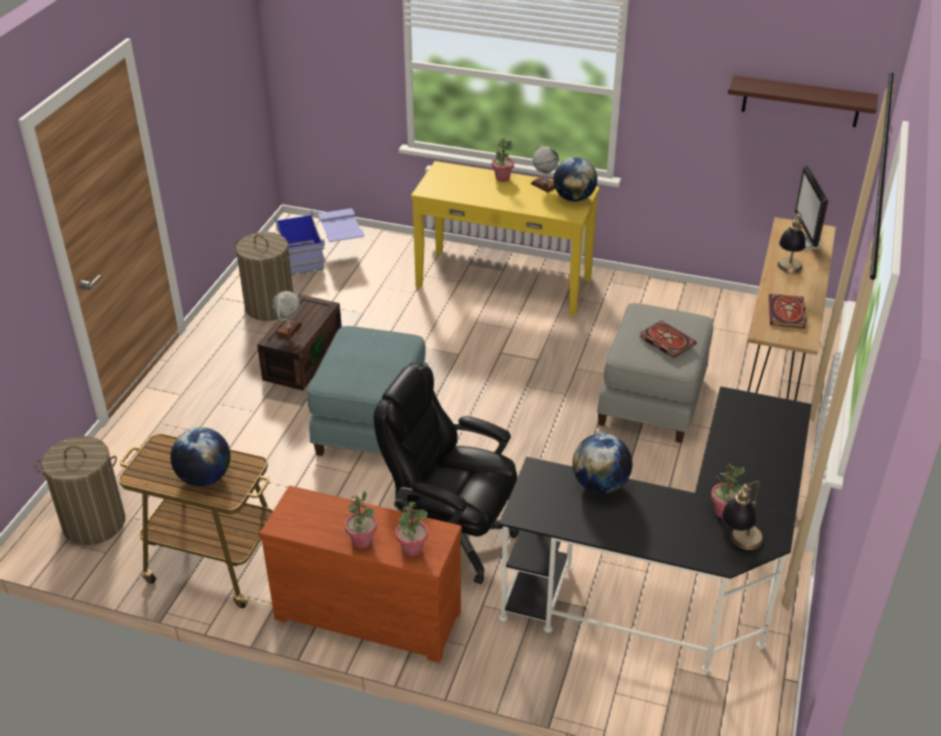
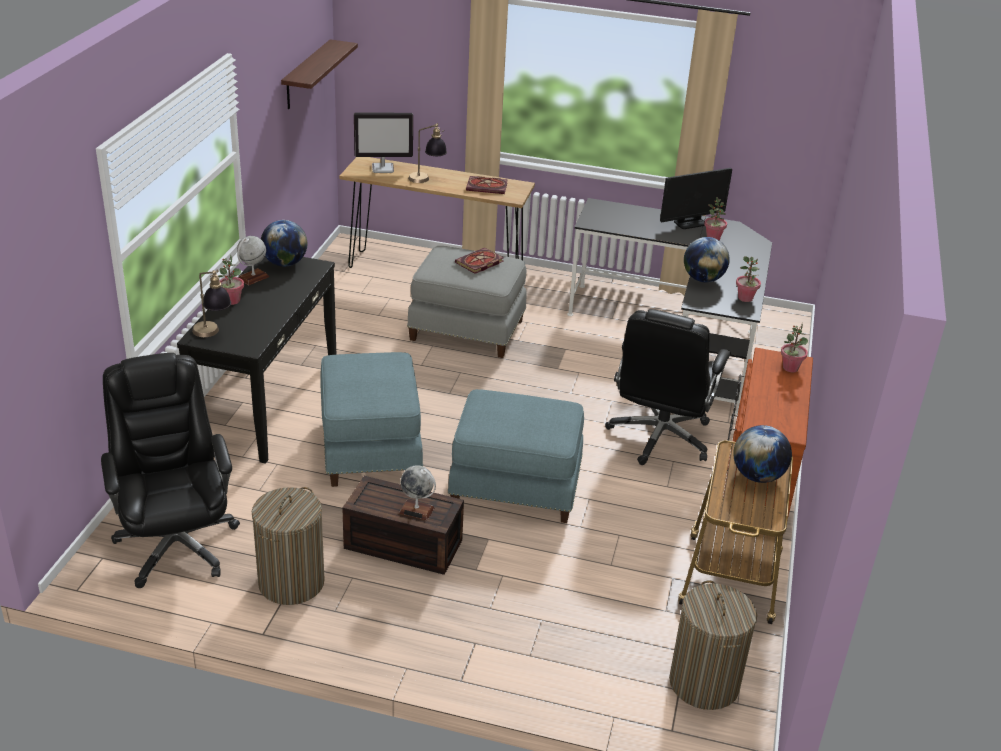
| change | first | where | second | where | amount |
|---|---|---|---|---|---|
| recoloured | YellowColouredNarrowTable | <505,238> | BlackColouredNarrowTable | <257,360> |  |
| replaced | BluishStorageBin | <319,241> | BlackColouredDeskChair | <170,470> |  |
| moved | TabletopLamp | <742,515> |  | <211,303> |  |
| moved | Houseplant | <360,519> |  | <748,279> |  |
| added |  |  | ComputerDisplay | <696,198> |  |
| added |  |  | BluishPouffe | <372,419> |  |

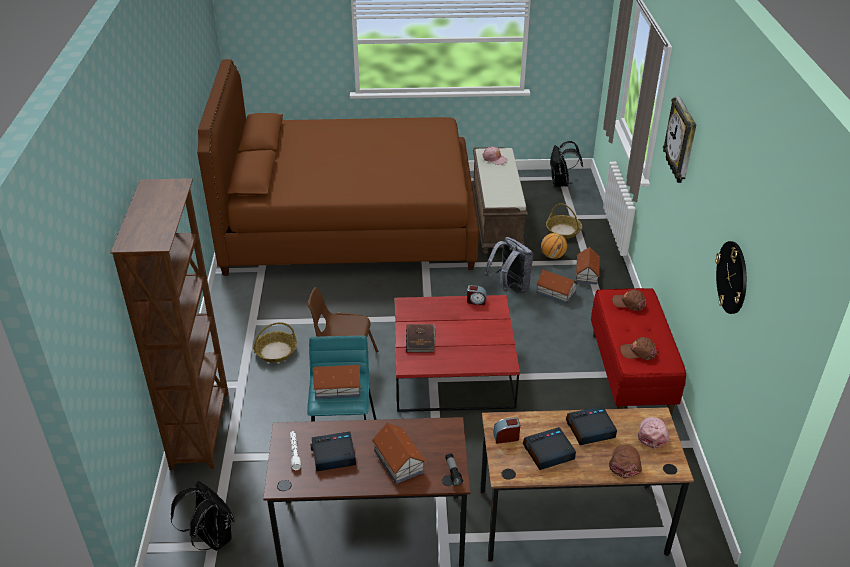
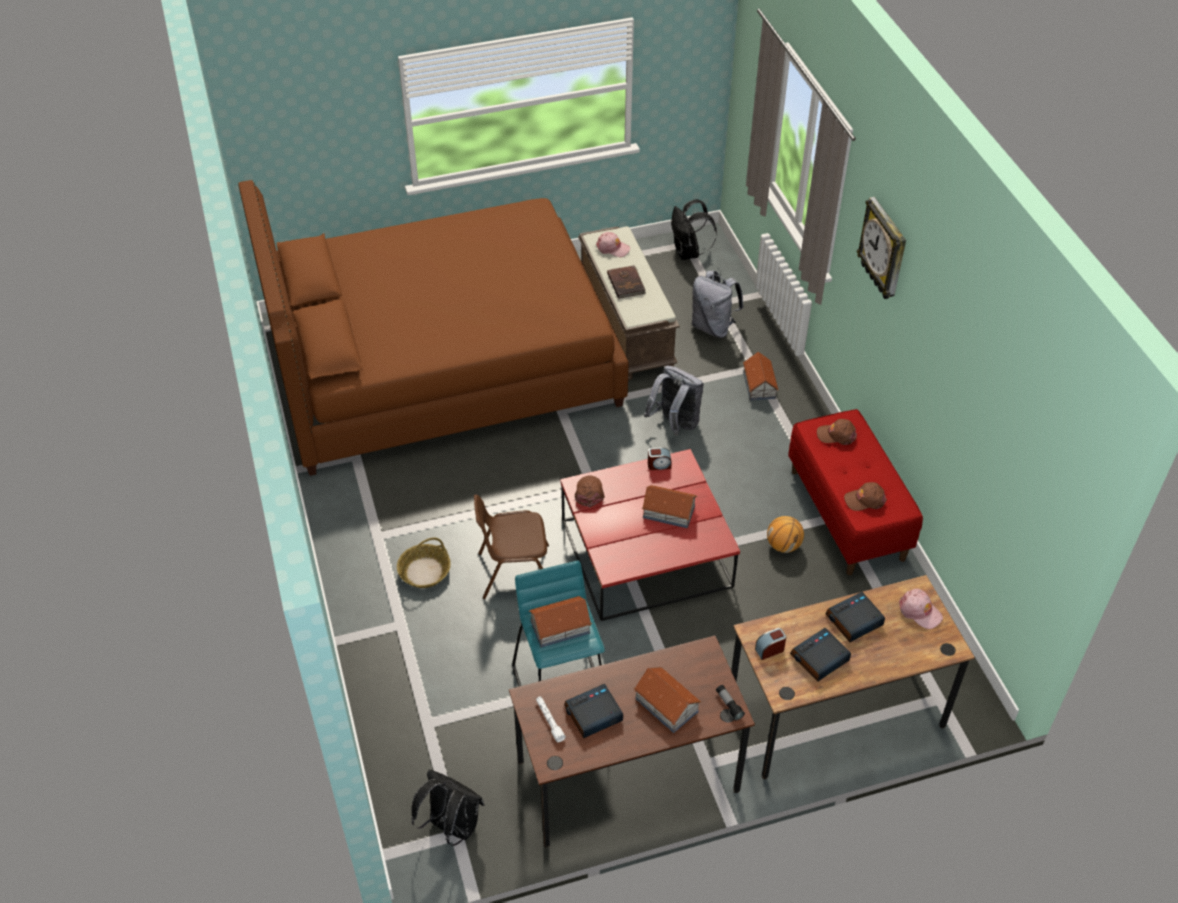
| change | first | where | second | where | amount |
|---|---|---|---|---|---|
| removed | BrownishShelvingUnit | <169,324> |  |  |  |
| replaced | HouseholdBasket | <564,221> | GreyRucksack | <718,304> |  |
| moved | BasketballBall | <554,246> |  | <785,534> |  |
| removed | HangingClock | <731,277> |  |  |  |
| moved | MiniatureHouse | <557,287> |  | <669,506> |  |
| moved | BrownishBoundBook | <421,338> |  | <626,282> |  |
| turned | PinkColouredBaseballCap | <654,433> |  | <921,608> | 135 degrees clockwise |
| moved | BrownishBaseballCap | <625,462> |  | <590,491> |  |

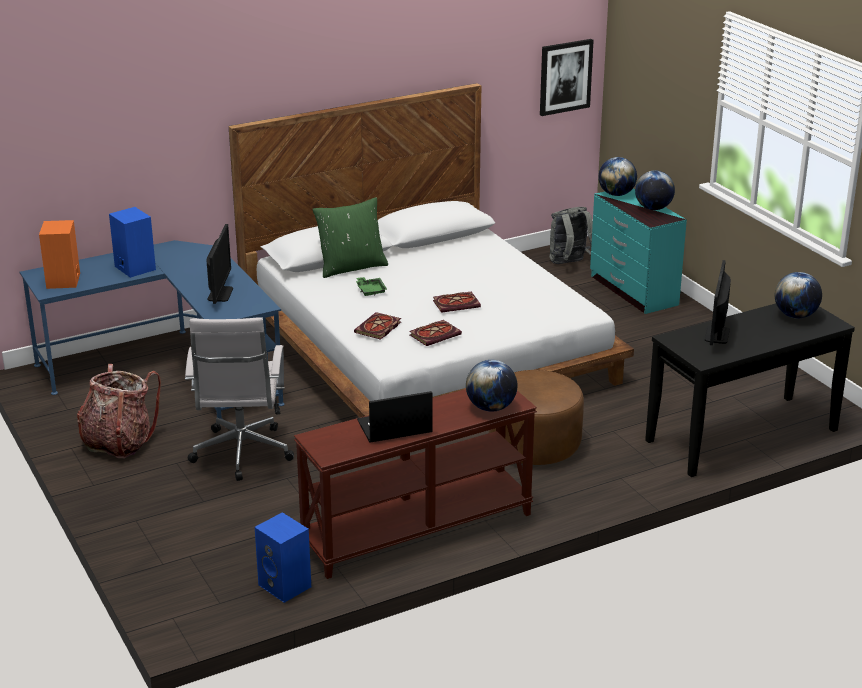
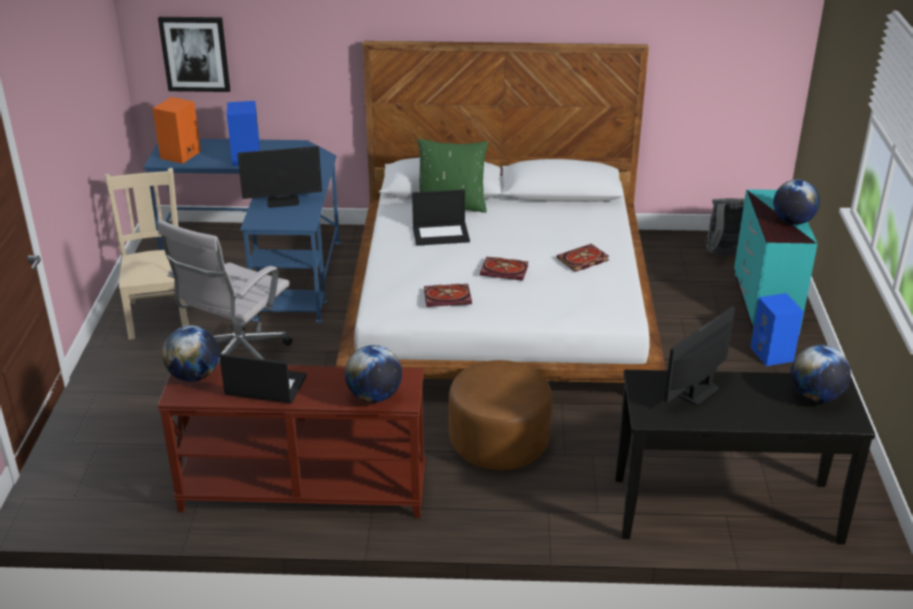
| change | first | where | second | where | amount |
|---|---|---|---|---|---|
| moved | WallArt | <567,77> |  | <194,54> |  |
| moved | WorldGlobe | <617,176> |  | <191,354> |  |
| turned | ComputerDisplay | <219,264> |  | <279,177> | 45 degrees clockwise |
| replaced | GreenColouredCarryingTray | <371,286> | Laptop | <441,218> |  |
| moved | BoundBook | <377,326> |  | <583,258> |  |
| replaced | Rucksack | <119,411> | SandColouredUprightChair | <146,254> |  |
| moved | BluishLoudspeaker | <283,557> |  | <777,329> |  |

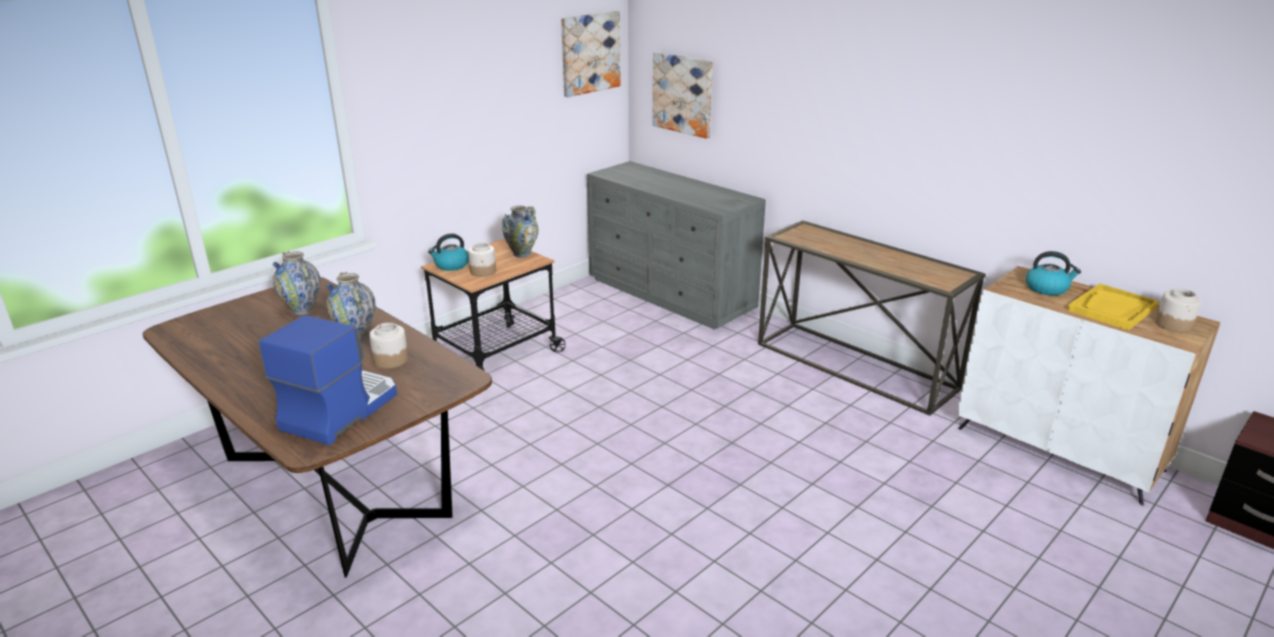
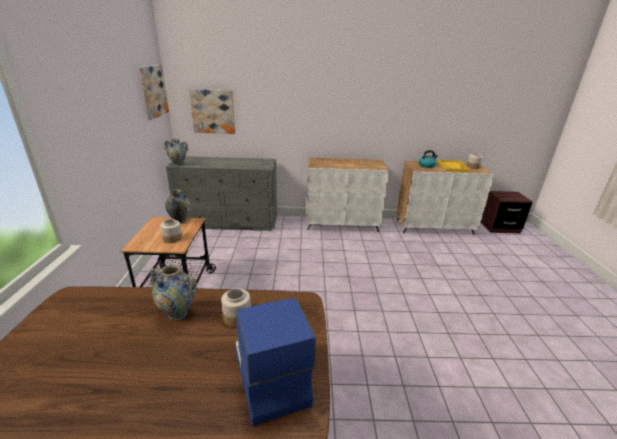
| change | first | where | second | where | amount |
|---|---|---|---|---|---|
| replaced | NarrowTable | <872,318> | WhiteCabinet | <348,195> |  |
| removed | Kettle | <448,252> |  |  |  |
| moved | DecorativeVase | <296,283> |  | <176,152> |  |

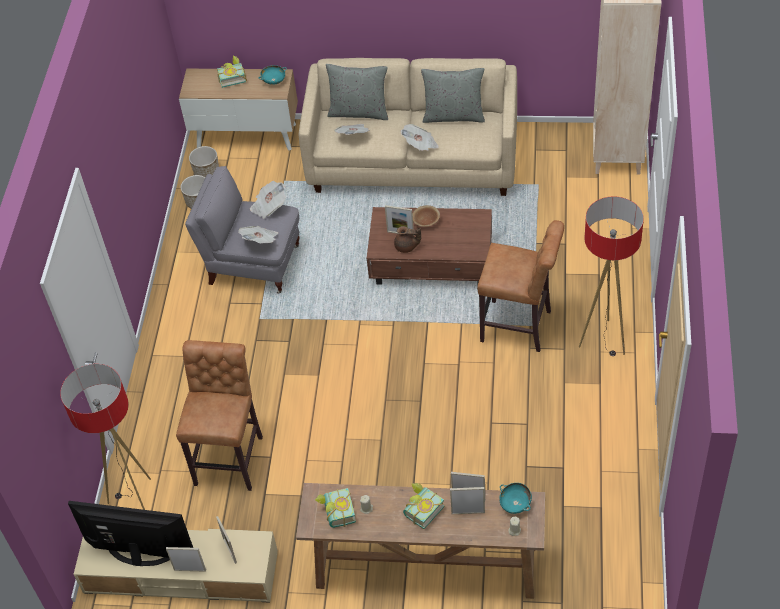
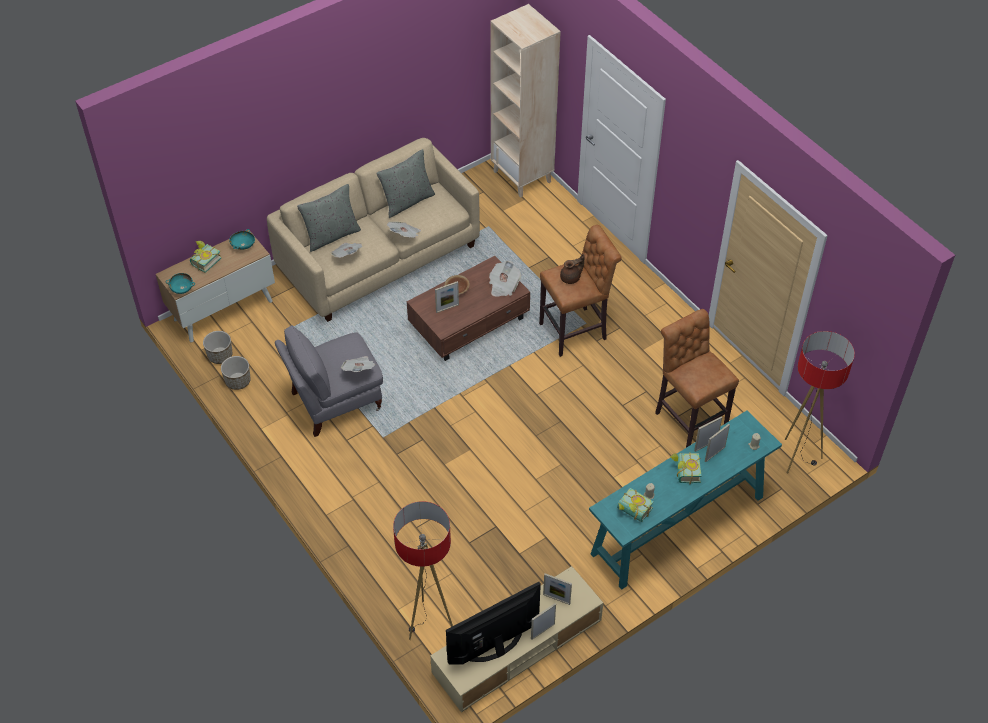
| change | first | where | second | where | amount |
|---|---|---|---|---|---|
| moved | DailyPaper | <268,200> |  | <505,279> |  |
| moved | StandardLamp | <611,276> |  | <820,402> |  |
| moved | BrownishTeapot | <407,239> |  | <572,269> |  |
| moved | BrownishSittingStool | <219,415> |  | <697,378> |  |
| recoloured | BrownishNarrowTable | <420,541> | BlueGreenNarrowTable | <685,500> |  |
| moved | BlueGreenDeepDish | <515,498> |  | <180,283> |  |

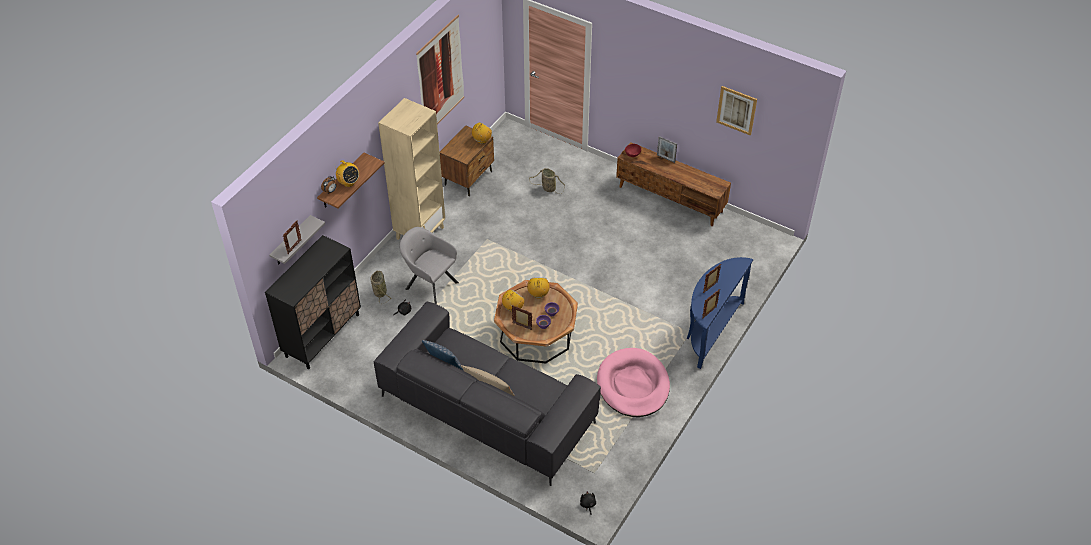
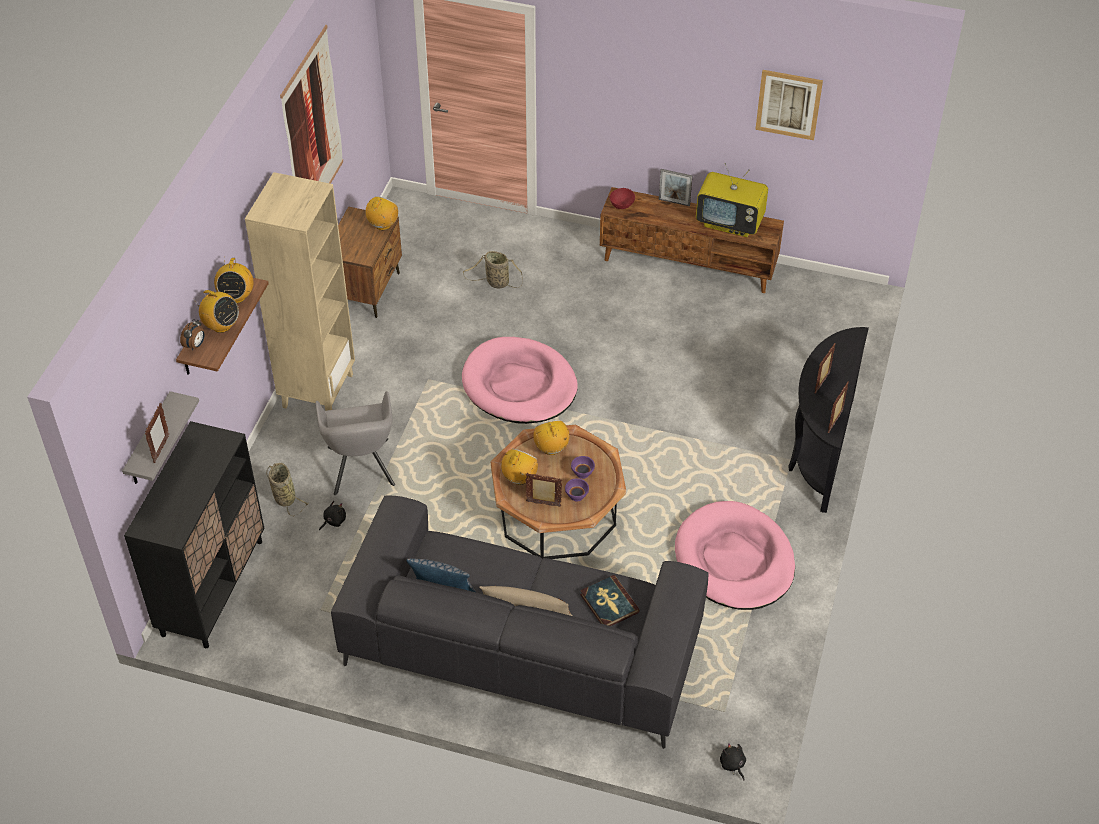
| change | first | where | second | where | amount |
|---|---|---|---|---|---|
| turned | GreyArmchair | <429,265> |  | <355,443> | 120 degrees counterclockwise |
| recoloured | BluishNarrowTable | <720,313> | BlackColouredNarrowTable | <828,420> |  |
| added |  |  | Tv | <732,200> |  |
| added |  |  | RadioReceiver | <233,280> |  |
| added |  |  | PinkColouredDogCushion | <520,380> |  |
| added |  |  | BoundBook | <610,600> |  |

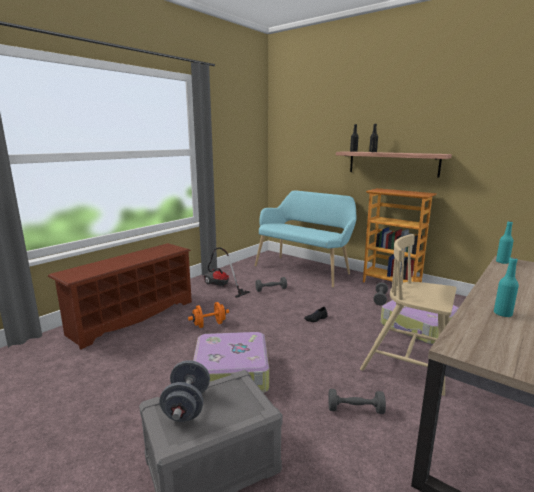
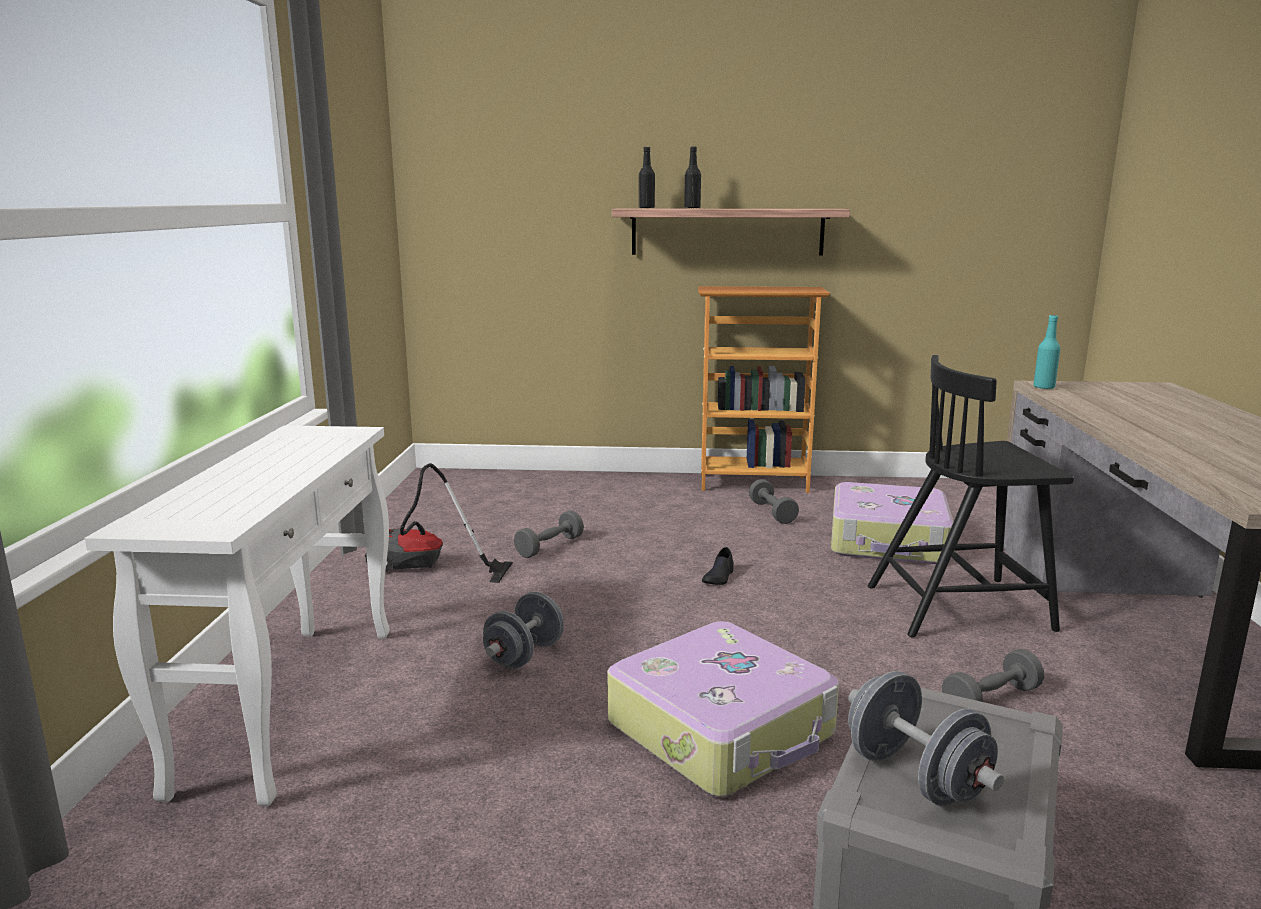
| change | first | where | second | where | amount |
|---|---|---|---|---|---|
| removed | BlueGreenIndoorBench | <305,238> |  |  |  |
| recoloured | SandColouredUprightChair | <408,315> | BlackColouredUprightChair | <971,496> |  |
| replaced | BrownishShoeShelf | <120,296> | WhiteNarrowTable | <237,616> |  |
| removed | BlueGreenBottle | <506,287> |  |  |  |
| recoloured | OrangeyDumbbell | <208,315> | GreyDumbbell | <523,630> |  |

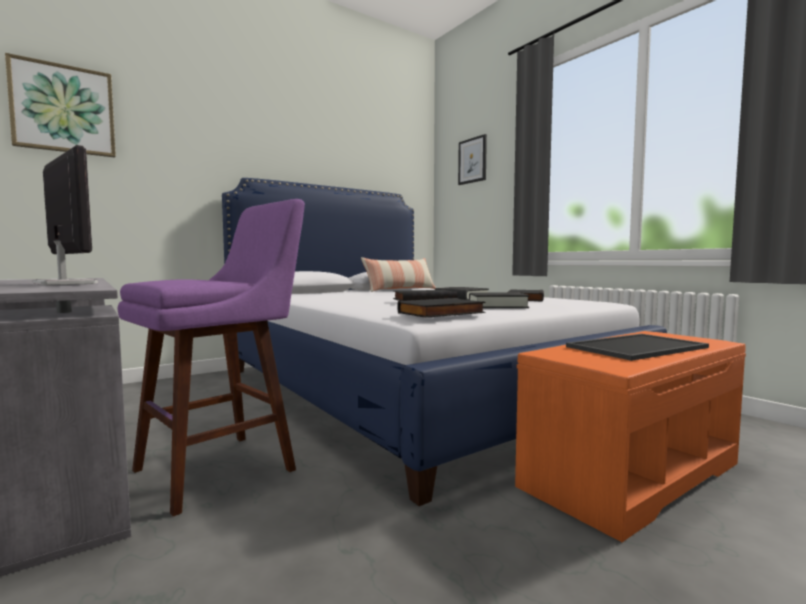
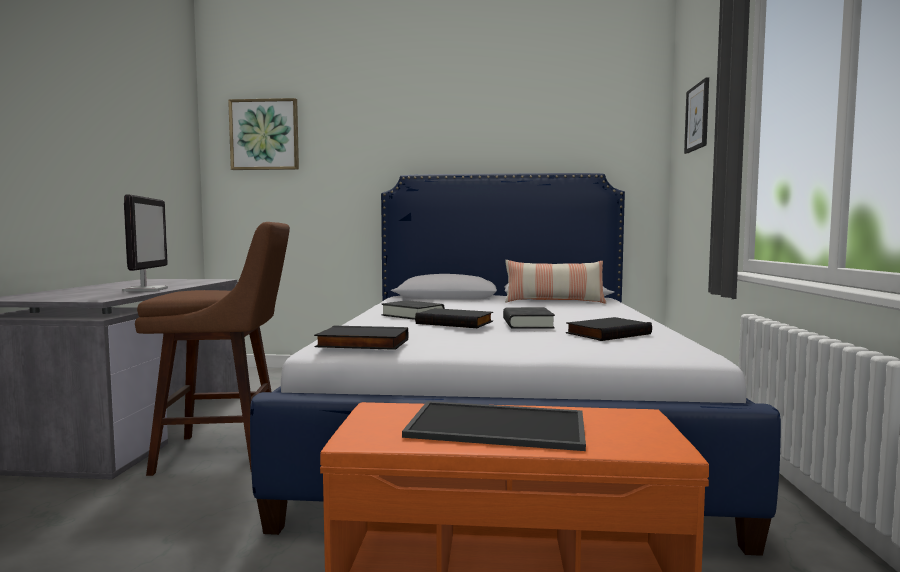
| change | first | where | second | where | amount |
|---|---|---|---|---|---|
| recoloured | PurpleColouredSittingStool | <211,357> | BrownishSittingStool | <212,349> |  |
| moved | BlackColouredBoundBook | <499,300> |  | <412,310> |  |

